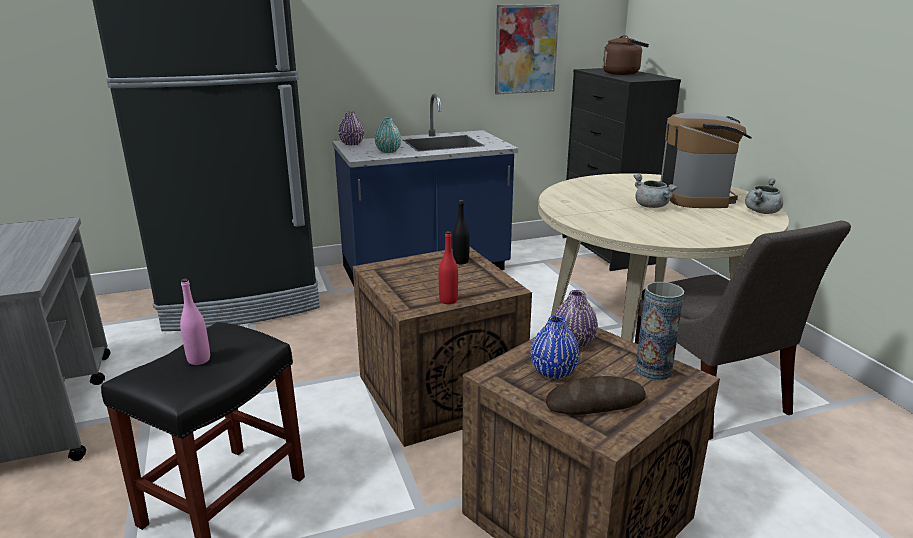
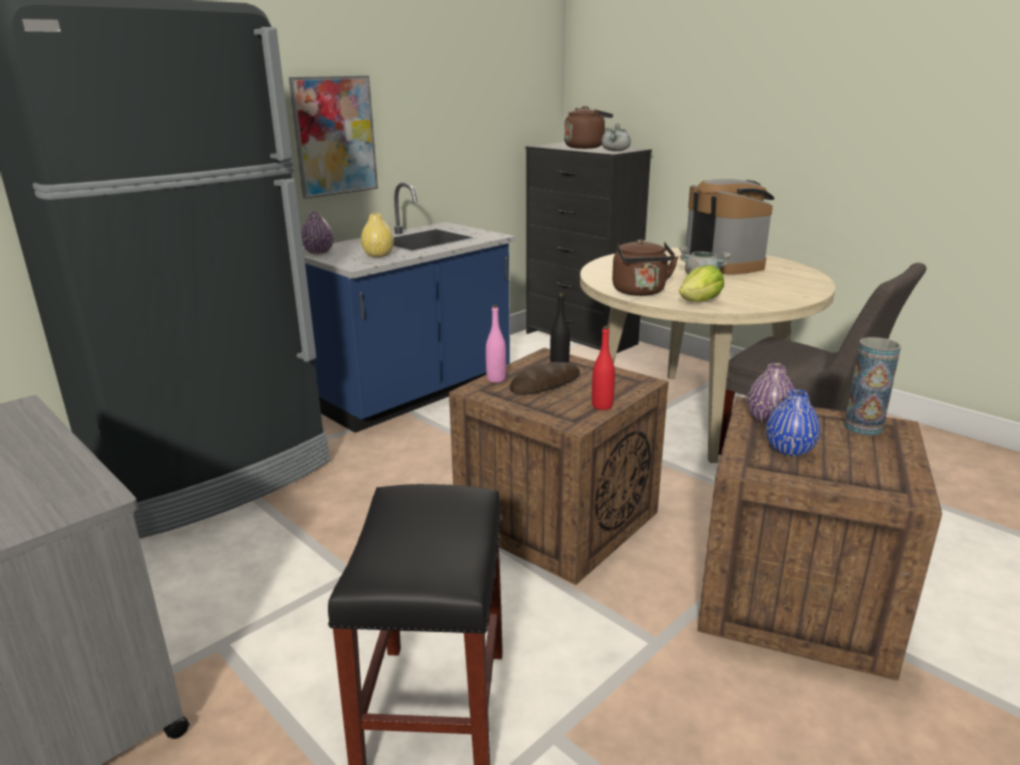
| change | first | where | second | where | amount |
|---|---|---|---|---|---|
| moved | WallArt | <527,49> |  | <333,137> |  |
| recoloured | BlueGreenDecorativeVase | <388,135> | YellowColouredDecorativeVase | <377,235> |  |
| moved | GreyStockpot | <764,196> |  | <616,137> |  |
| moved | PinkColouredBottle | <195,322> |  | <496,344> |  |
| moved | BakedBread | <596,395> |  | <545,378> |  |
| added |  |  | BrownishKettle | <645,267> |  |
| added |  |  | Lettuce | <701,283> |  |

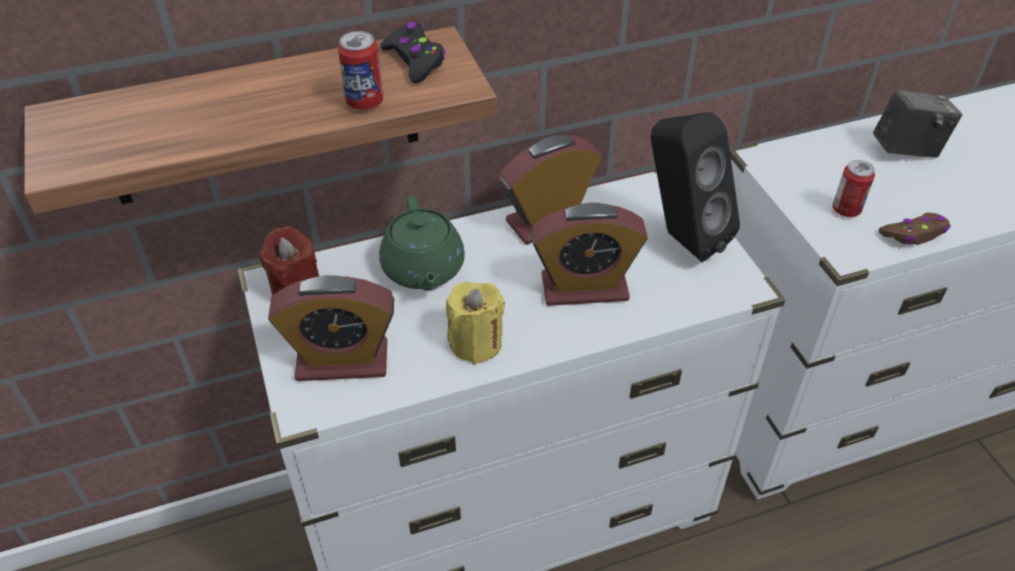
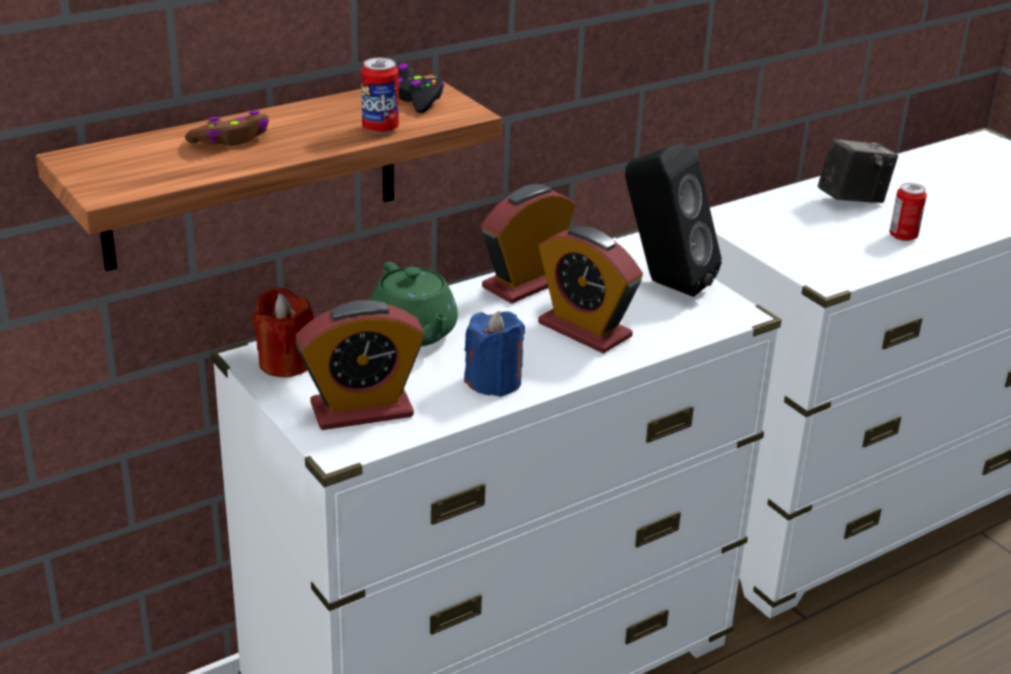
| change | first | where | second | where | amount |
|---|---|---|---|---|---|
| moved | MetalCan | <853,188> |  | <908,212> |  |
| turned | AlarmClock | <589,254> |  | <590,290> | 60 degrees clockwise |
| moved | BrownishGameController | <915,229> |  | <227,128> |  |
| recoloured | YellowColouredWaxCandle | <475,323> | BluishWaxCandle | <494,354> |  |

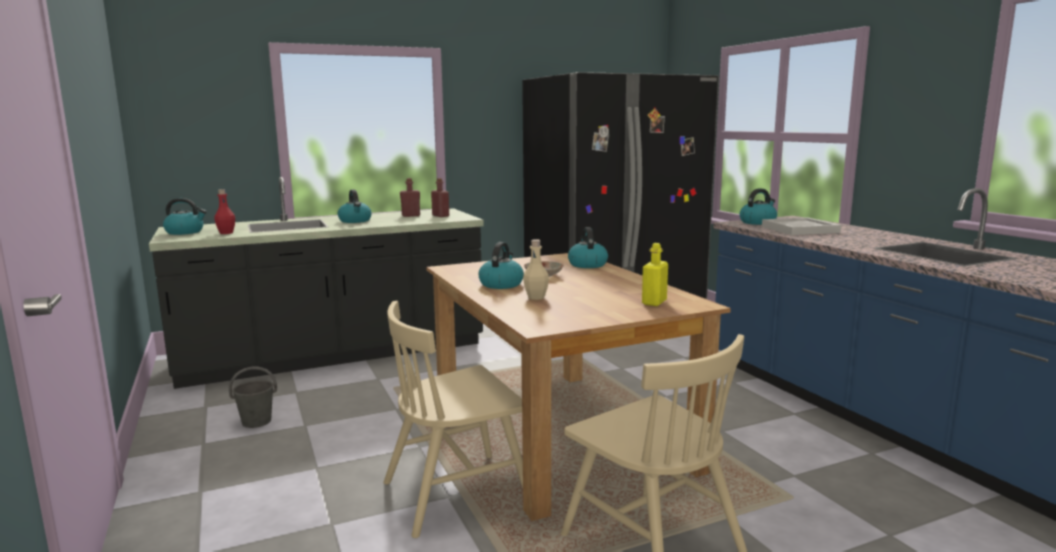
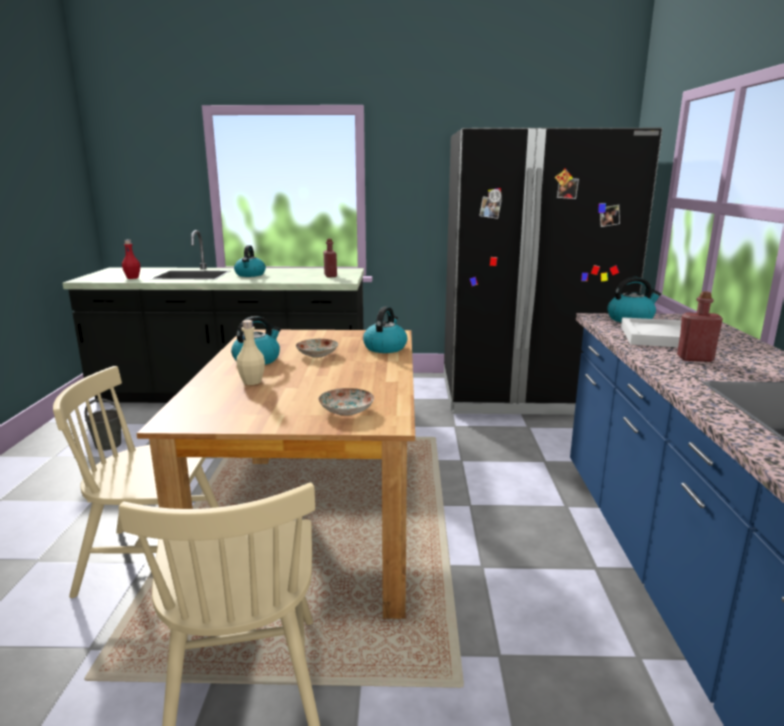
| change | first | where | second | where | amount |
|---|---|---|---|---|---|
| moved | ReddishBottle | <410,197> |  | <700,326> |  |
| removed | Kettle | <185,216> |  |  |  |
| replaced | YellowColouredBottle | <655,274> | Plate | <346,402> |  |

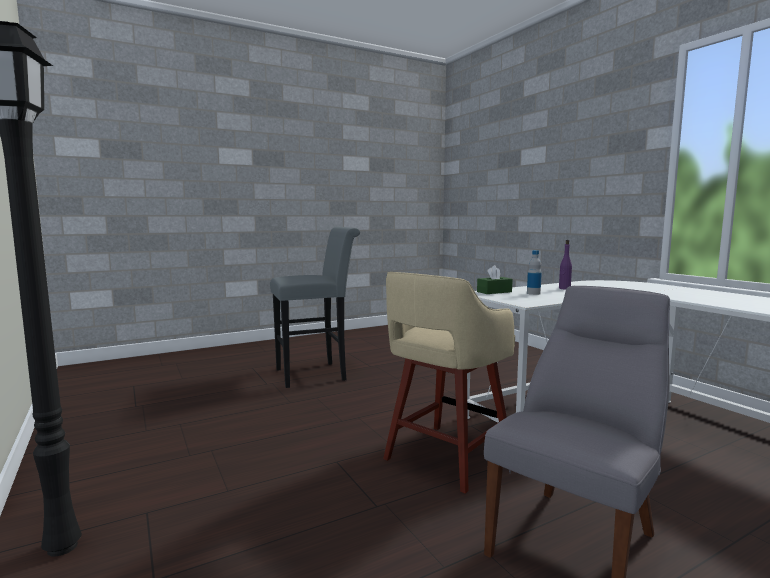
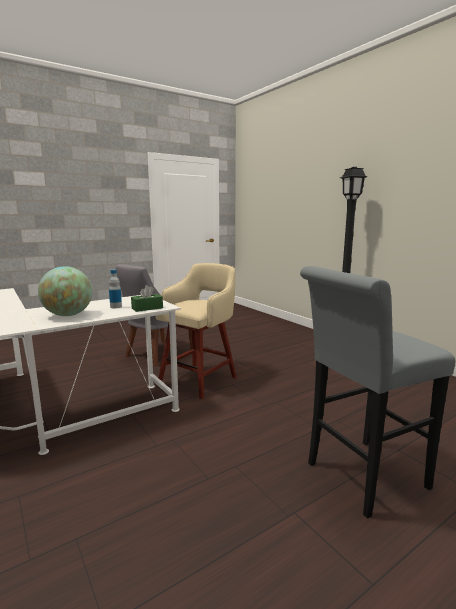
| change | first | where | second | where | amount |
|---|---|---|---|---|---|
| replaced | PurpleColouredBottle | <565,265> | WorldGlobe | <65,291> |  |

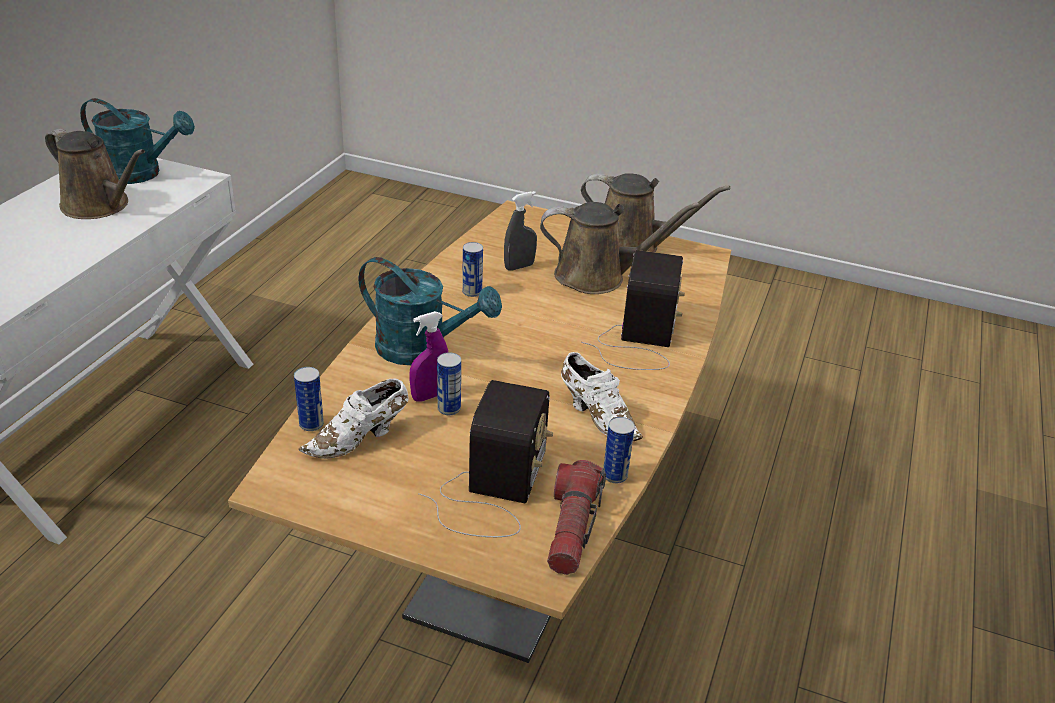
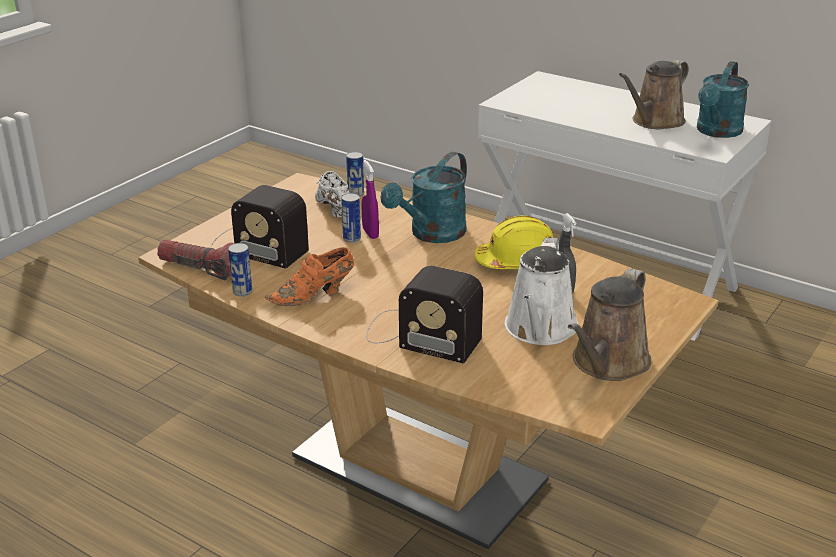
| change | first | where | second | where | amount |
|---|---|---|---|---|---|
| recoloured | BrownishWateringCan | <619,248> | WhiteWateringCan | <541,291> |  |
| replaced | MetalCan | <472,269> | YellowColouredWorkHelmet | <513,242> |  |
| recoloured | WhiteShoe | <602,397> | OrangeyShoe | <309,276> |  |

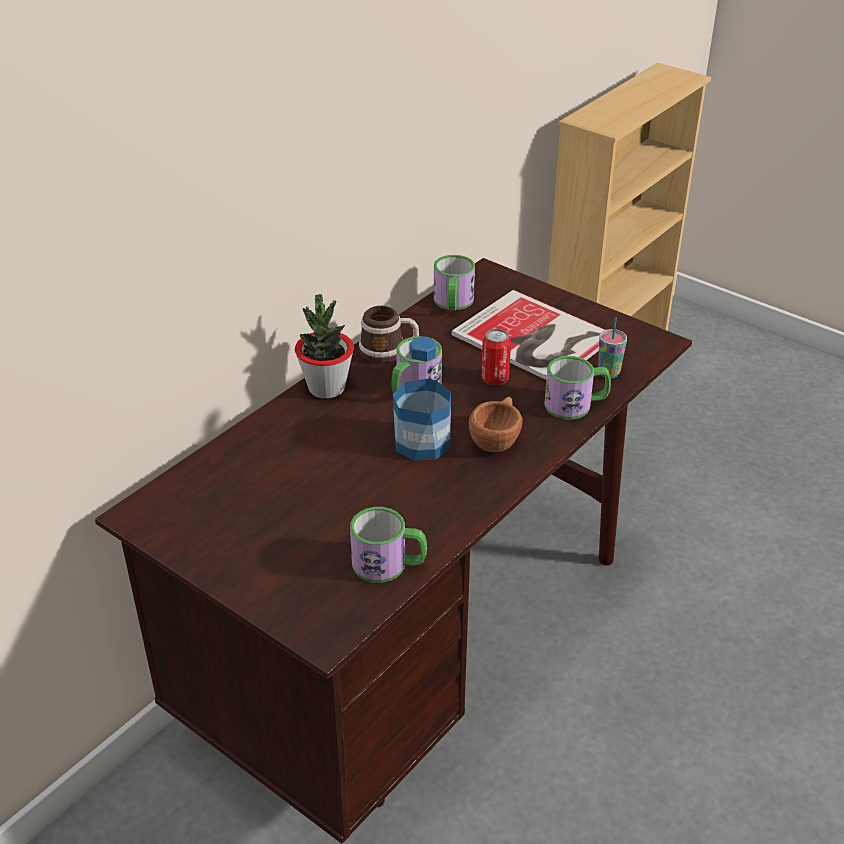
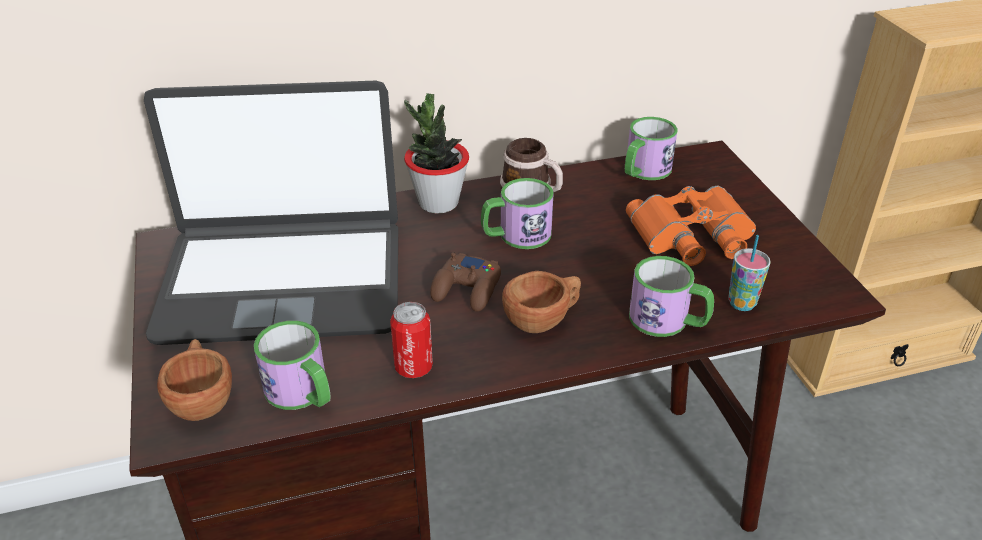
| change | first | where | second | where | amount |
|---|---|---|---|---|---|
| replaced | BoundBook | <528,335> | OrangeyBinoculars | <691,226> |  |
| moved | MetalCan | <496,357> |  | <411,340> |  |
| replaced | Bottle | <422,398> | BrownishGameController | <465,282> |  |
| added |  |  | Laptop | <271,213> |  |
| added |  |  | BrownishDrinkingCup | <194,380> |  |

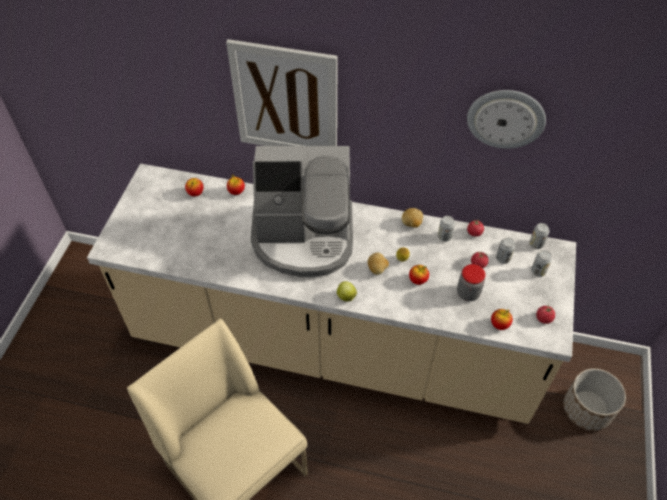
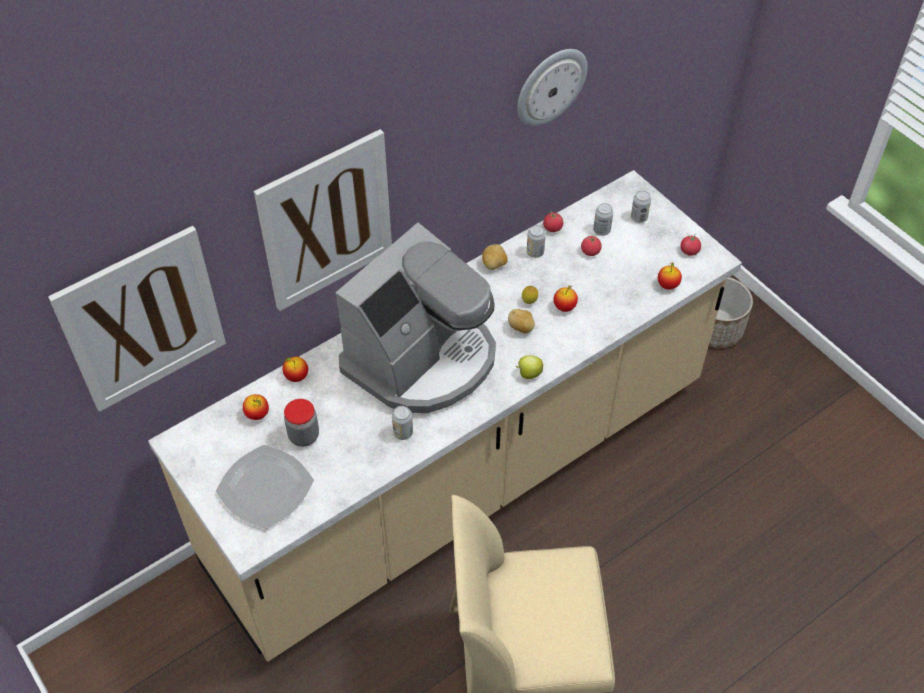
| change | first | where | second | where | amount |
|---|---|---|---|---|---|
| moved | MetalCan | <539,236> |  | <402,423> |  |
| moved | StorageJar | <471,282> |  | <301,423> |  |
| added |  |  | WallArt | <137,319> |  |
| added |  |  | Plate | <265,486> |  |

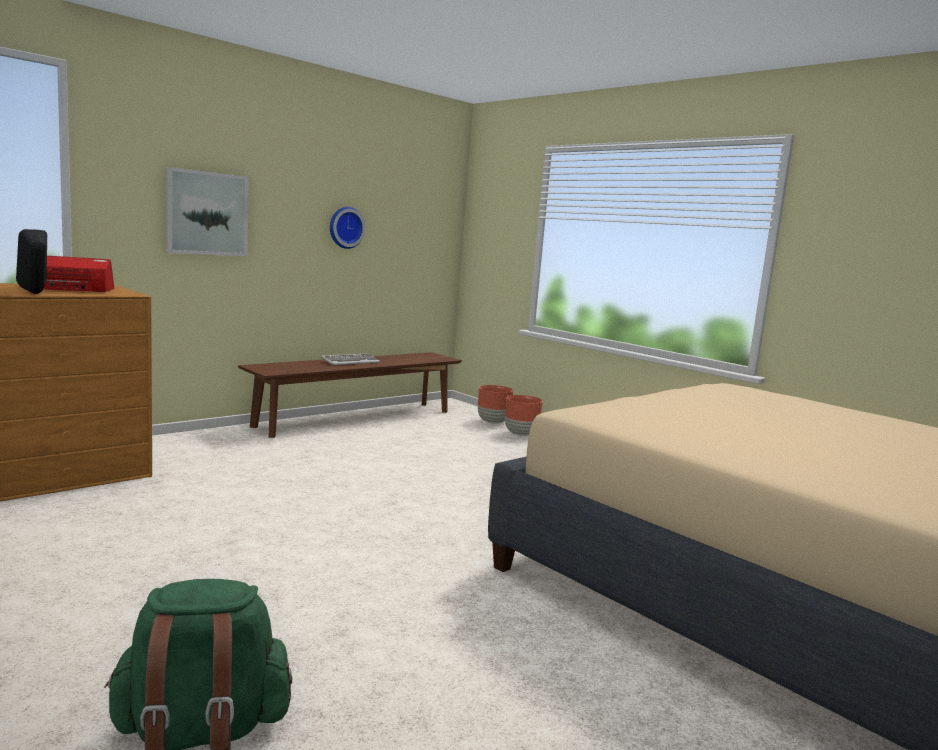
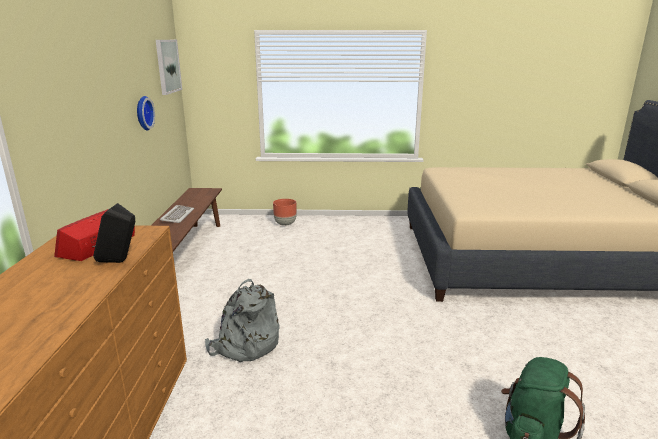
| change | first | where | second | where | amount |
|---|---|---|---|---|---|
| moved | WallArt | <207,211> |  | <169,67> |  |
| removed | BrownishFlowerPot | <495,404> |  |  |  |
| added |  |  | GreyRucksack | <242,320> |  |

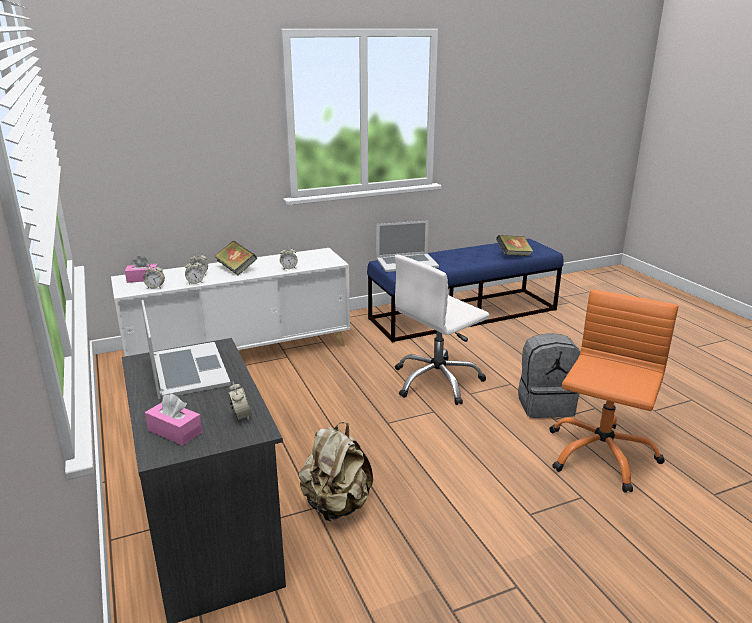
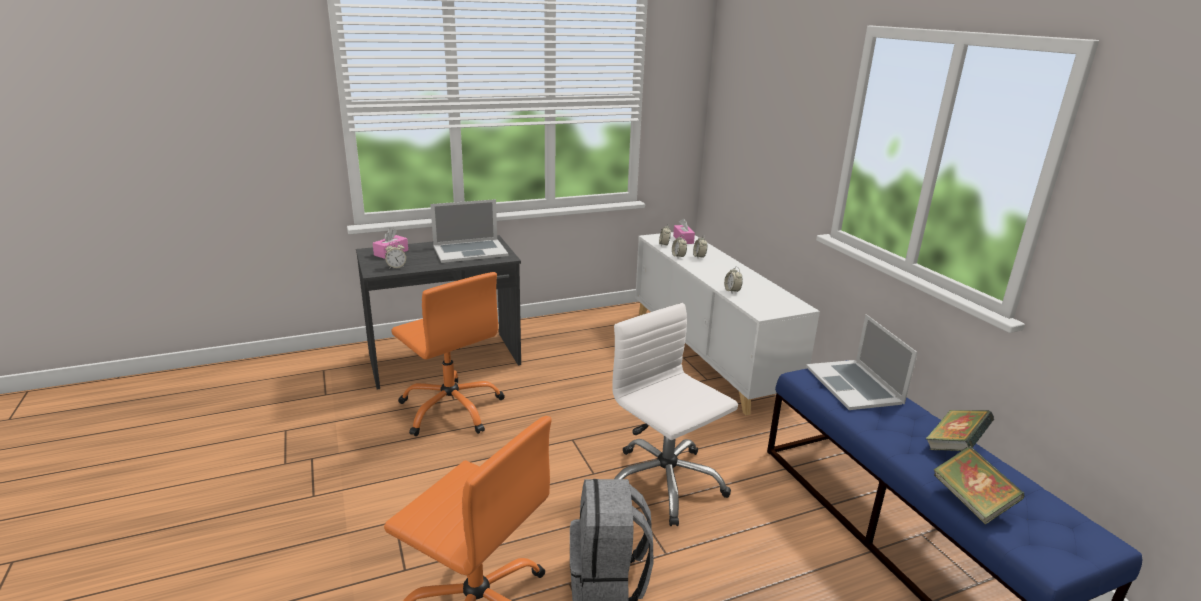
| change | first | where | second | where | amount |
|---|---|---|---|---|---|
| moved | BoundBook | <236,258> |  | <960,430> |  |
| replaced | SandColouredRucksack | <336,471> | OrangeyDeskChair | <448,354> |  |

